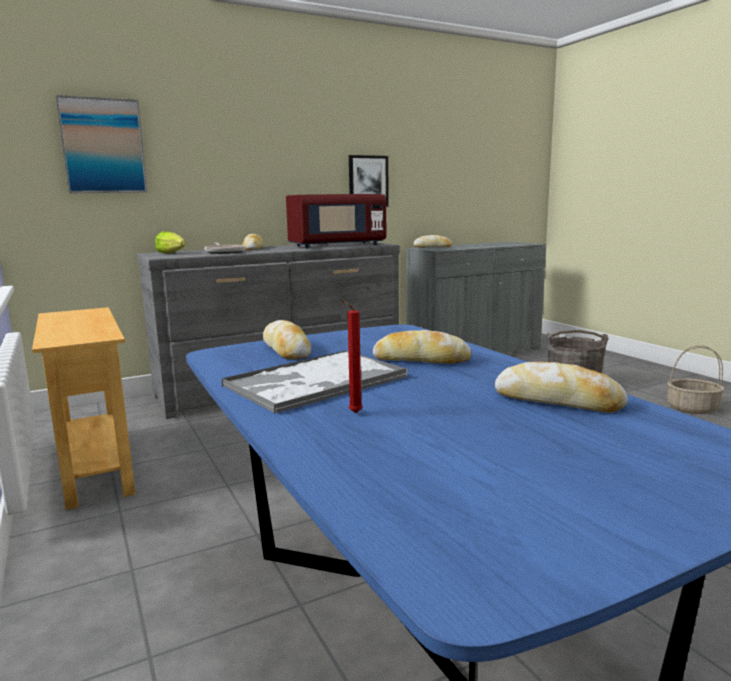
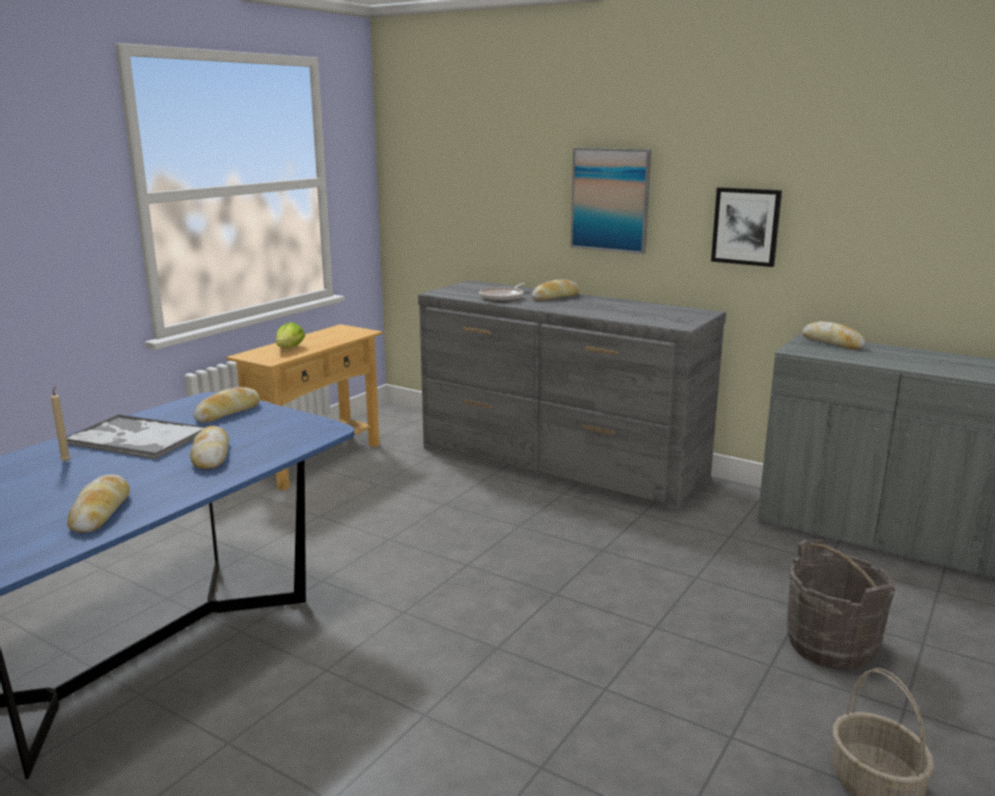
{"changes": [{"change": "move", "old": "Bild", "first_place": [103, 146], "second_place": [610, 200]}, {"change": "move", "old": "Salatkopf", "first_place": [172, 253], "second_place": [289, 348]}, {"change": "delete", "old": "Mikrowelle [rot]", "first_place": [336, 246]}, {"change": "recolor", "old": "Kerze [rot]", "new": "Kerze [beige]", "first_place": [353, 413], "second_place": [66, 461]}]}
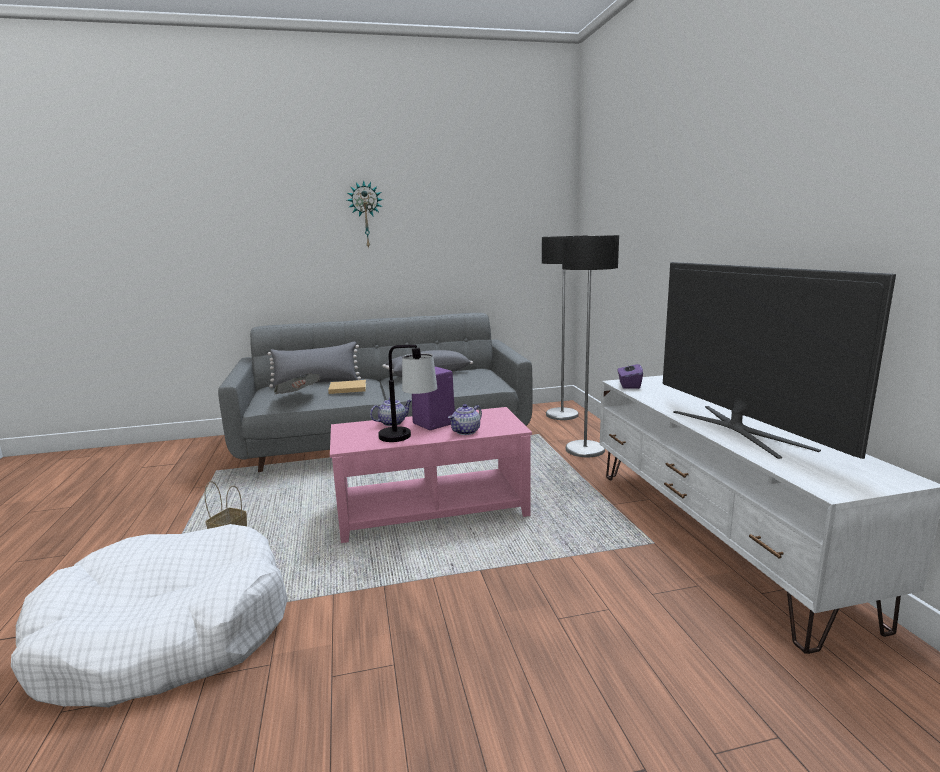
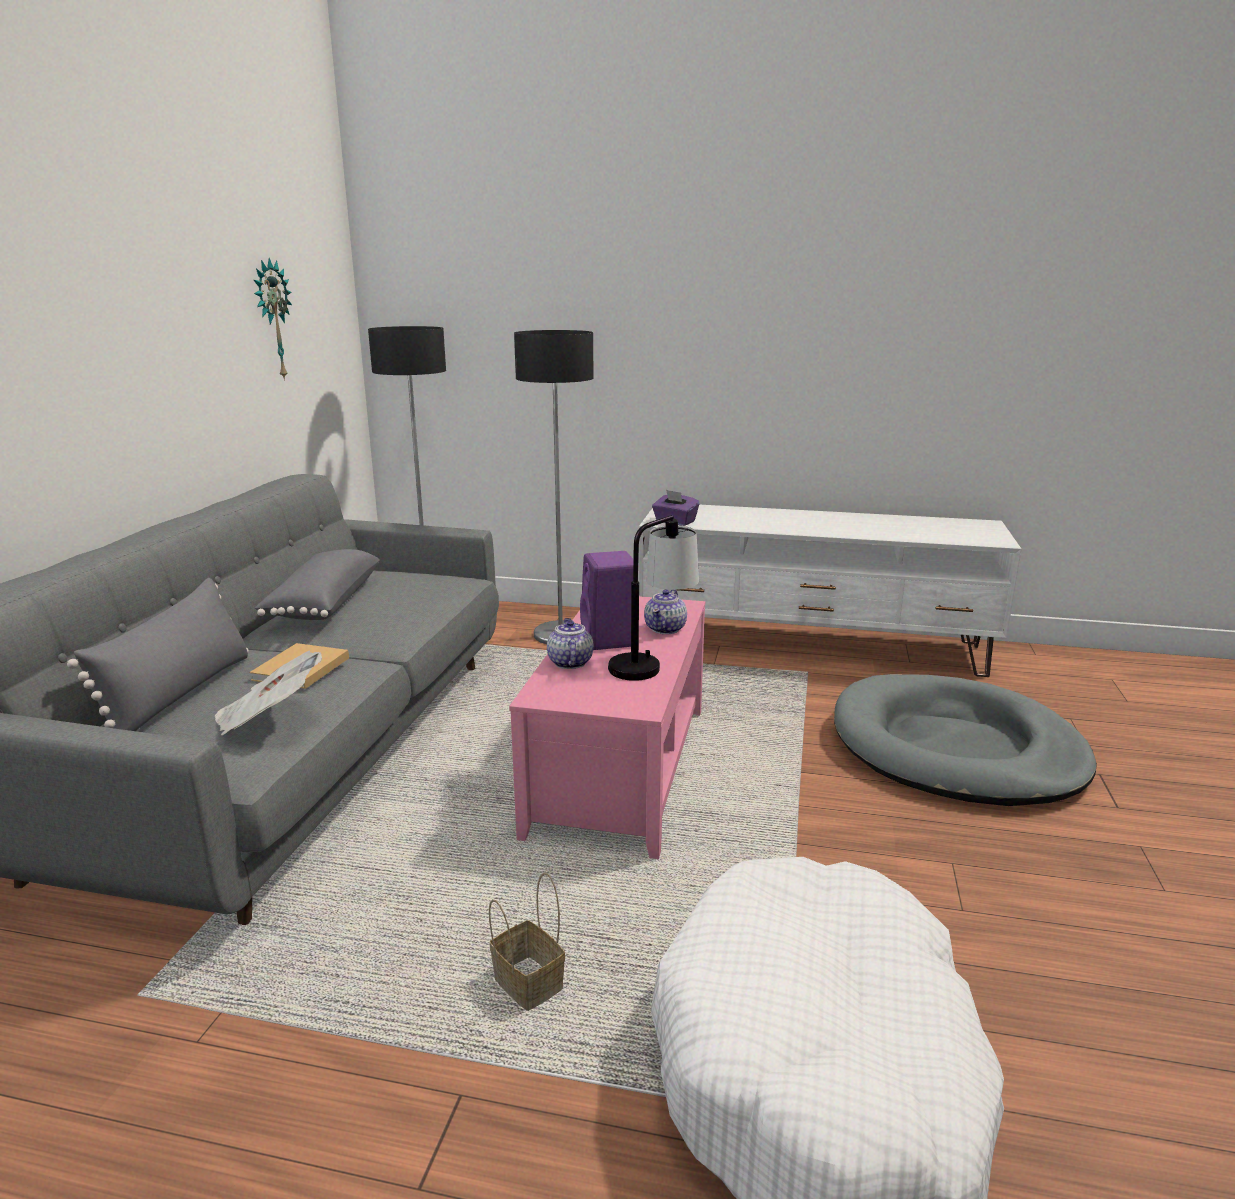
{"changes": [{"change": "move", "old": "Wanduhr", "first_place": [365, 215], "second_place": [272, 320]}, {"change": "rotate", "old": "Teekanne", "first_place": [466, 431], "second_place": [666, 629], "degrees": 45}, {"change": "delete", "old": "Fernseher", "first_place": [739, 429]}, {"change": "insert", "new": "Hundebett [grau]", "second_place": [955, 748]}]}
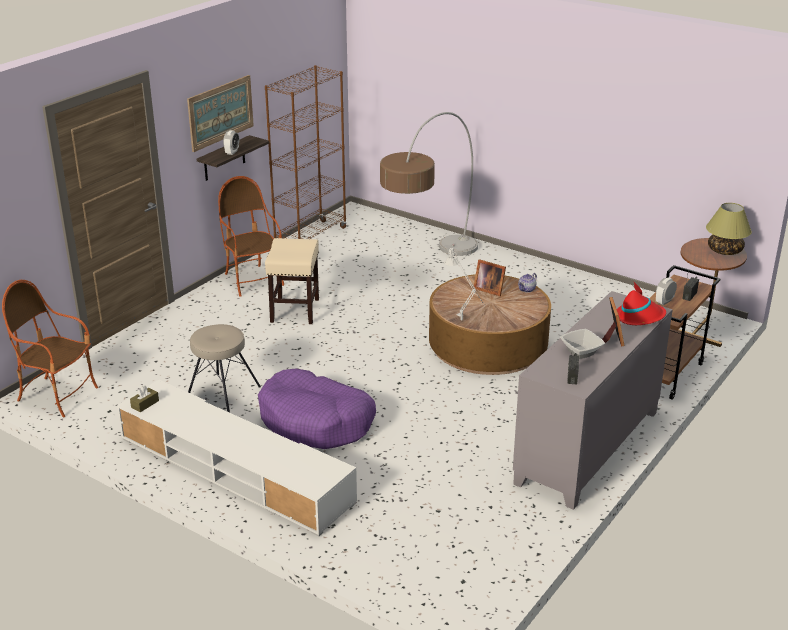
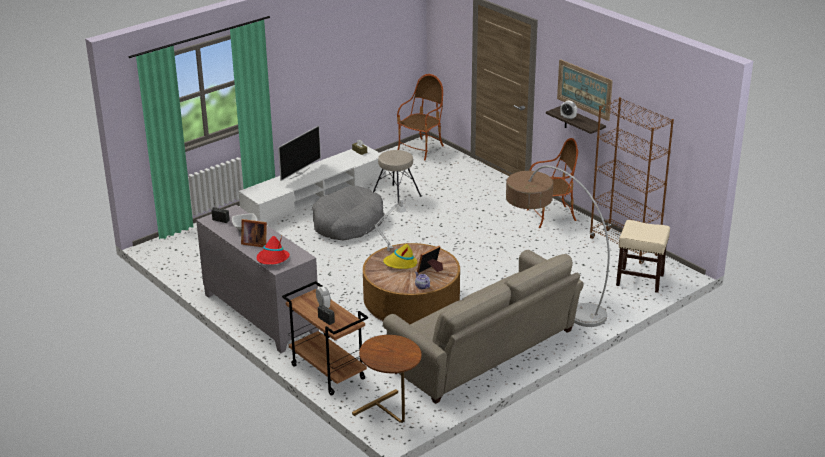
{"changes": [{"change": "recolor", "old": "Hundebett [lila]", "new": "Hundebett [grau]", "first_place": [316, 422], "second_place": [348, 223]}, {"change": "move", "old": "Hocker [beige]", "first_place": [295, 310], "second_place": [640, 280]}, {"change": "delete", "old": "Tischlampe", "first_place": [724, 251]}, {"change": "insert", "new": "Fernseher", "second_place": [299, 173]}, {"change": "insert", "new": "Hut [gelb]", "second_place": [400, 264]}, {"change": "insert", "new": "Sofa [beige]", "second_place": [486, 353]}]}
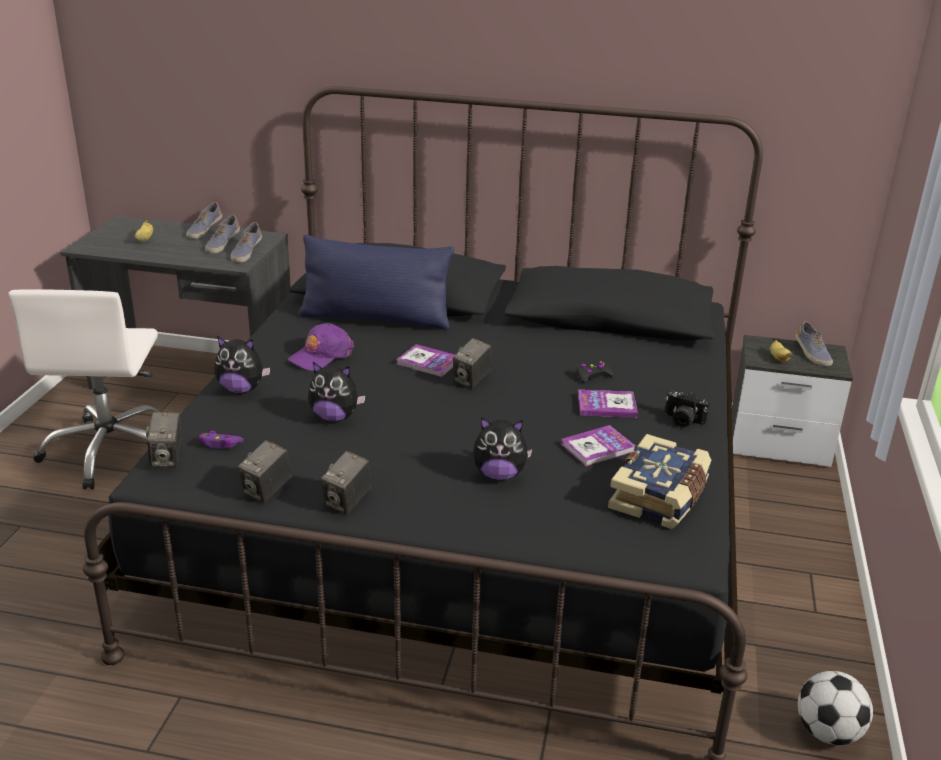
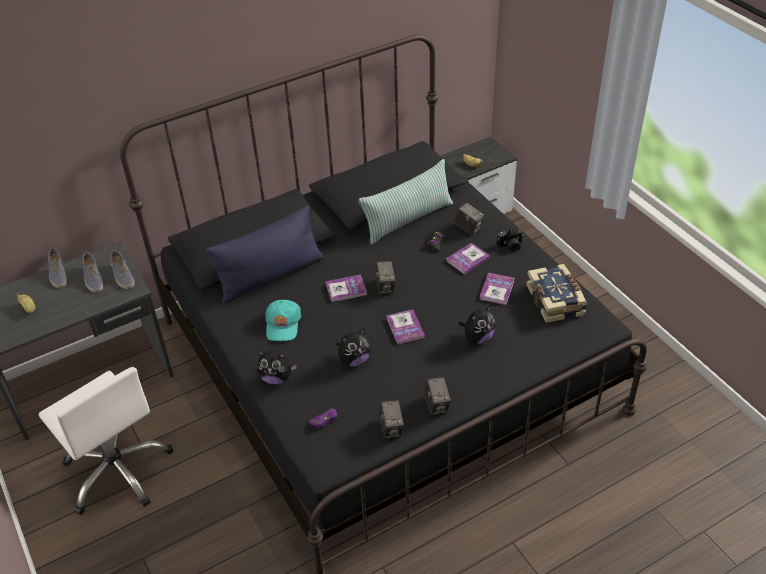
{"changes": [{"change": "move", "old": "Kamera", "first_place": [167, 458], "second_place": [468, 228]}, {"change": "rotate", "old": "Plüschtier", "first_place": [241, 389], "second_place": [277, 378], "degrees": 45}, {"change": "recolor", "old": "Kappe [lila]", "new": "Kappe [türkis]", "first_place": [321, 356], "second_place": [283, 324]}, {"change": "delete", "old": "Schuh", "first_place": [811, 354]}, {"change": "delete", "old": "Fußball", "first_place": [828, 732]}, {"change": "insert", "new": "Kissen", "second_place": [408, 220]}, {"change": "insert", "new": "Buch", "second_place": [405, 328]}]}
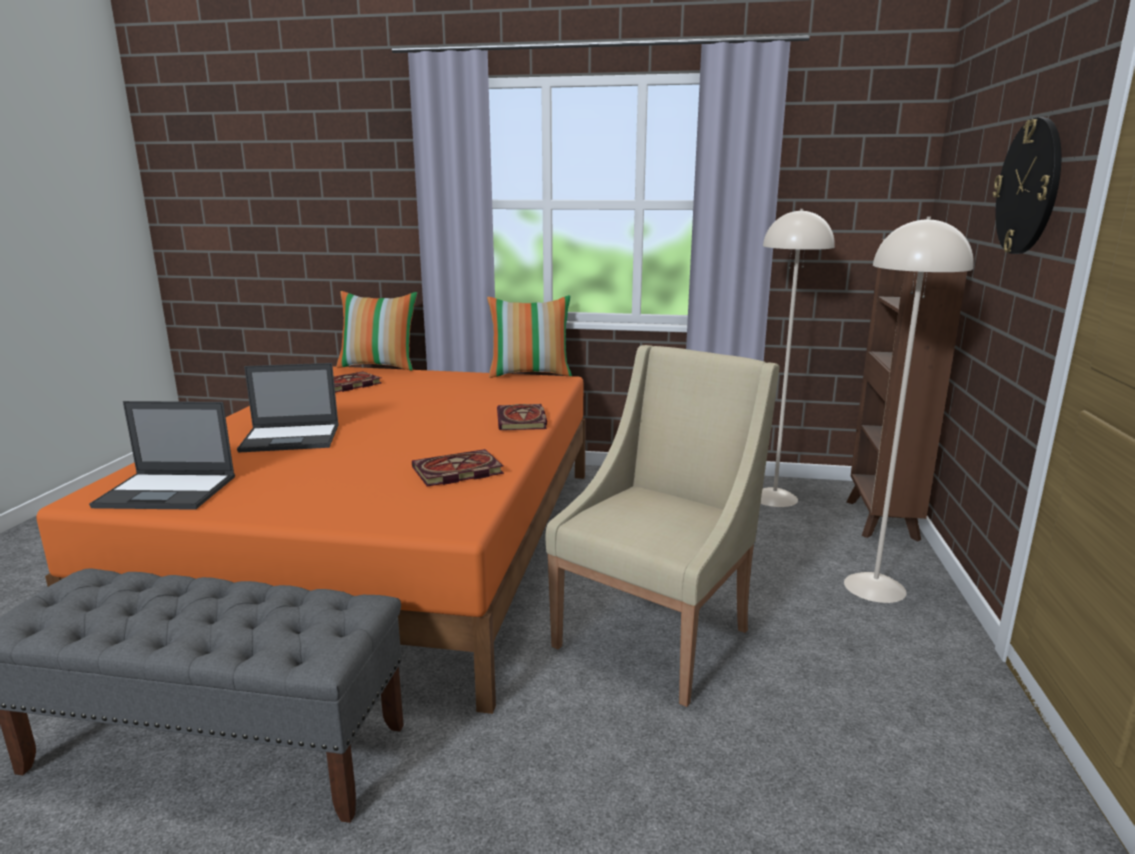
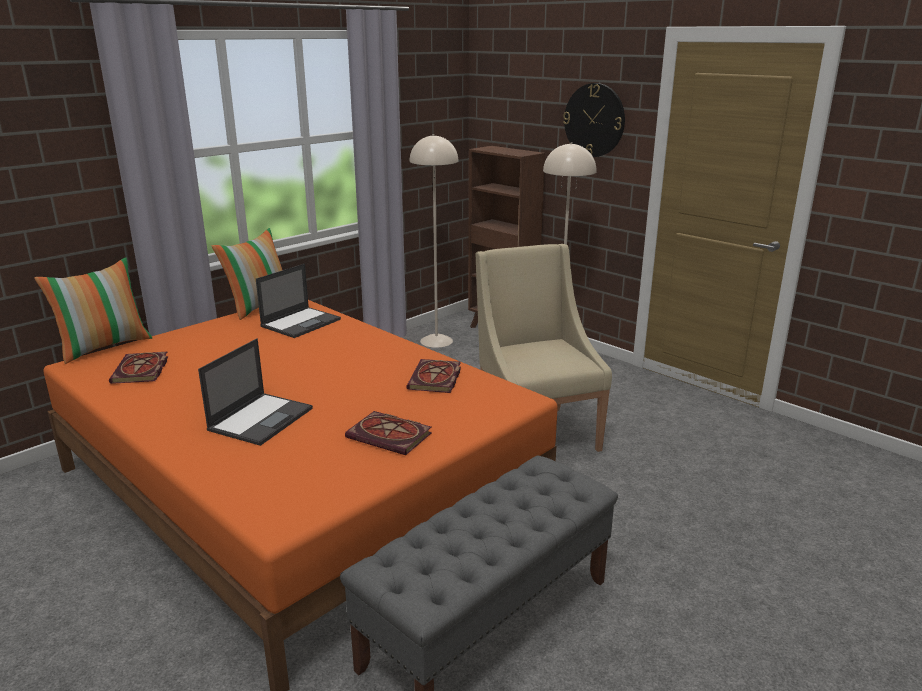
{"changes": [{"change": "move", "old": "Laptop", "first_place": [168, 491], "second_place": [301, 322]}, {"change": "move", "old": "Buch", "first_place": [522, 421], "second_place": [391, 436]}]}
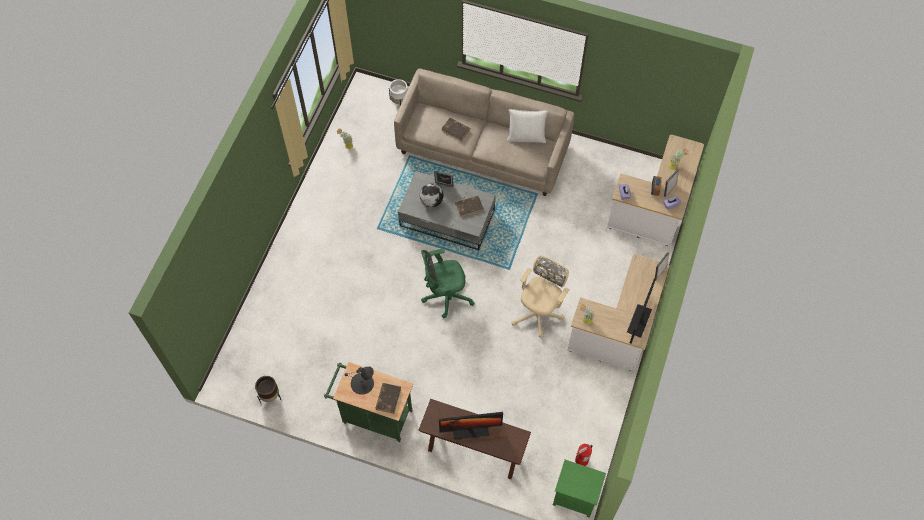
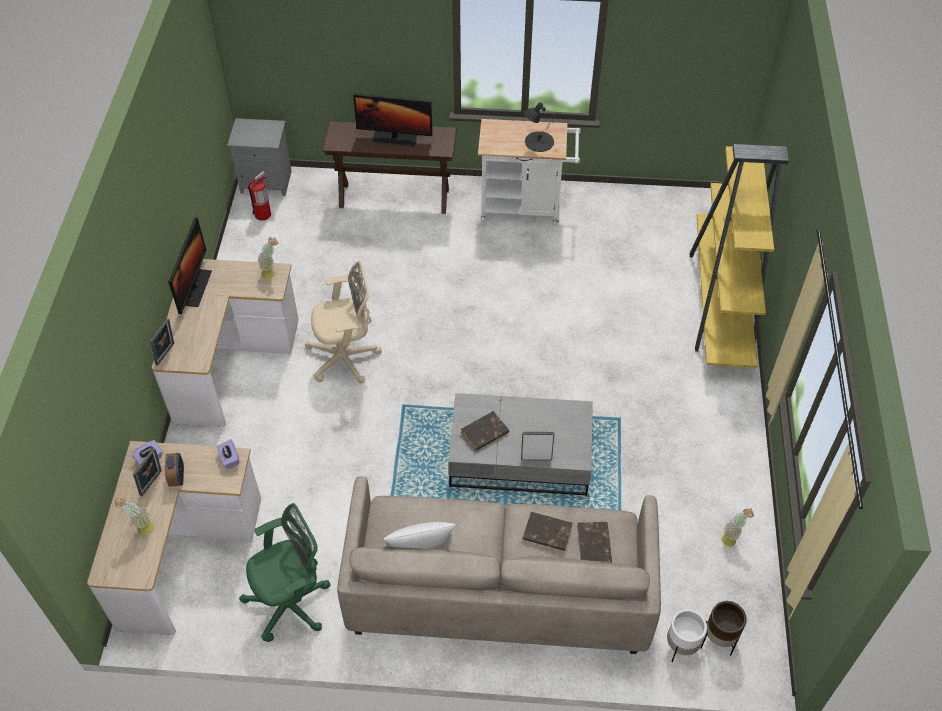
{"changes": [{"change": "move", "old": "Pflanzkübel [braun]", "first_place": [270, 396], "second_place": [720, 638]}, {"change": "recolor", "old": "Rollwagen [grün]", "new": "Rollwagen [weiß]", "first_place": [373, 415], "second_place": [526, 207]}, {"change": "move", "old": "Buch [braun]", "first_place": [388, 398], "second_place": [594, 545]}, {"change": "delete", "old": "Globus", "first_place": [431, 201]}, {"change": "move", "old": "Bürostuhl [grün]", "first_place": [445, 296], "second_place": [292, 603]}, {"change": "rotate", "old": "Monitor", "first_place": [470, 430], "second_place": [394, 138], "degrees": -150}, {"change": "rotate", "old": "Bürostuhl [beige]", "first_place": [539, 312], "second_place": [346, 358], "degrees": -120}, {"change": "recolor", "old": "Nachttisch [grün]", "new": "Nachttisch [grau]", "first_place": [574, 497], "second_place": [267, 181]}, {"change": "insert", "new": "Bücherregal [gelb]", "second_place": [721, 304]}]}
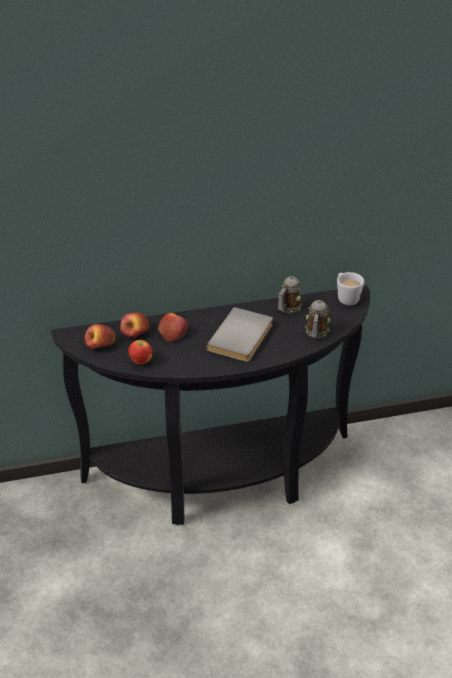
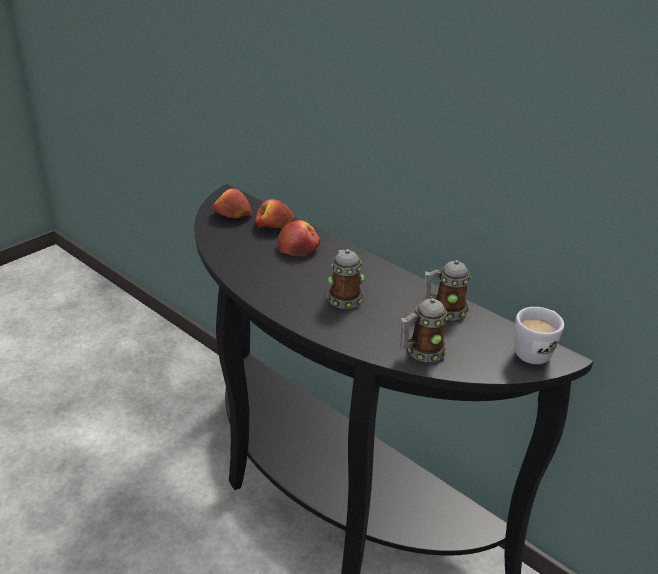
{"changes": [{"change": "delete", "old": "Apfel", "first_place": [141, 362]}, {"change": "replace", "old": "Buch [grau]", "new": "Henkelbecher", "first_place": [243, 337], "second_place": [344, 297]}]}
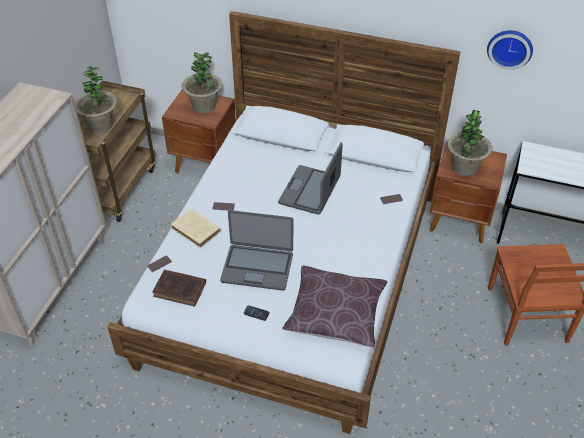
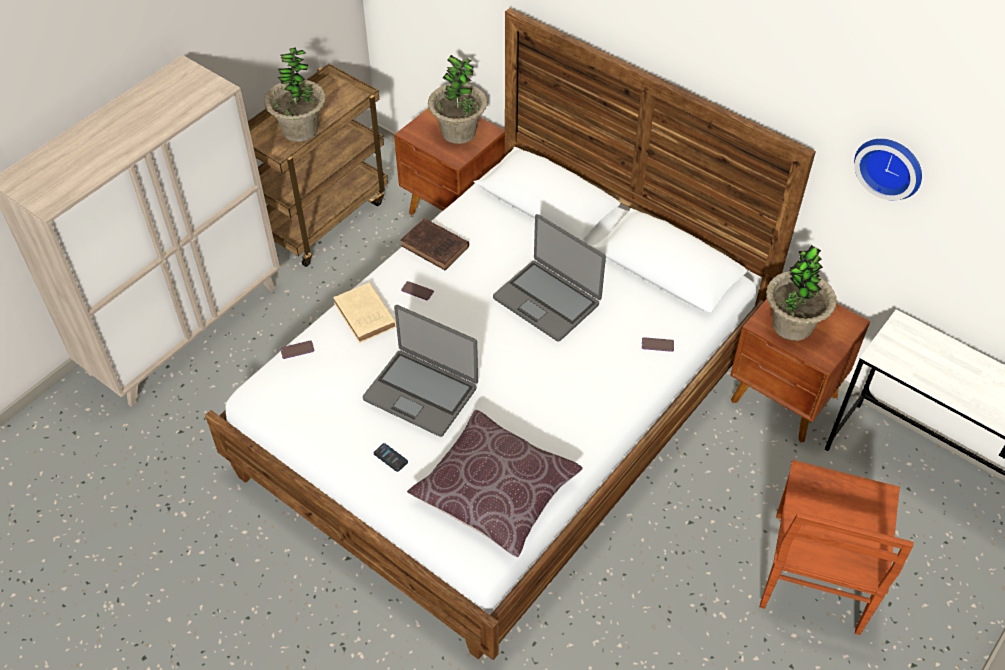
{"changes": [{"change": "move", "old": "Buch [braun]", "first_place": [181, 290], "second_place": [436, 247]}, {"change": "rotate", "old": "Laptop", "first_place": [310, 191], "second_place": [547, 300], "degrees": -90}]}
